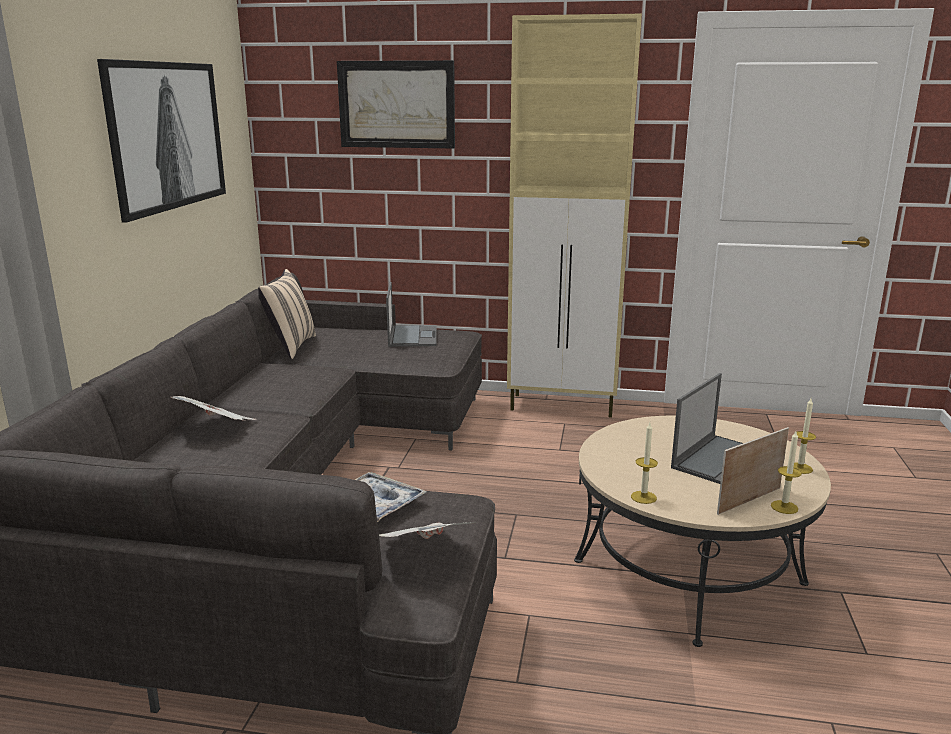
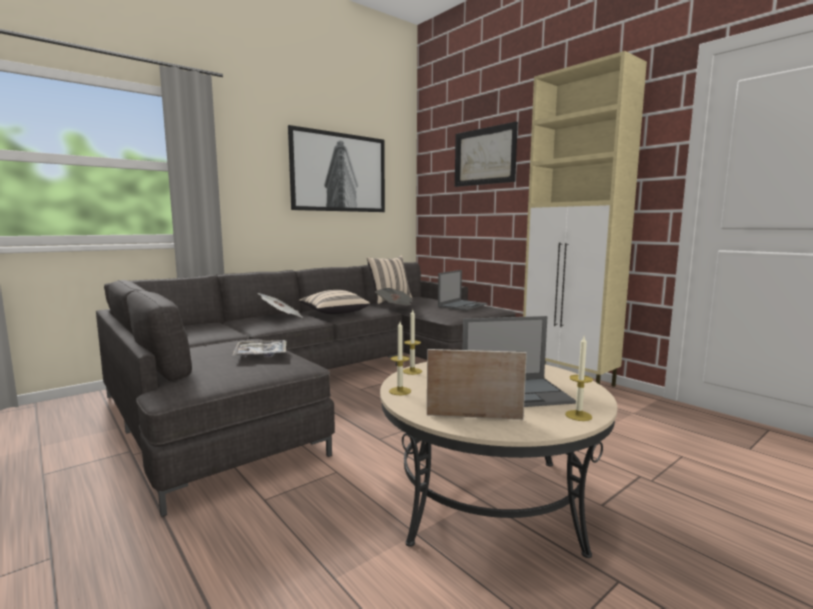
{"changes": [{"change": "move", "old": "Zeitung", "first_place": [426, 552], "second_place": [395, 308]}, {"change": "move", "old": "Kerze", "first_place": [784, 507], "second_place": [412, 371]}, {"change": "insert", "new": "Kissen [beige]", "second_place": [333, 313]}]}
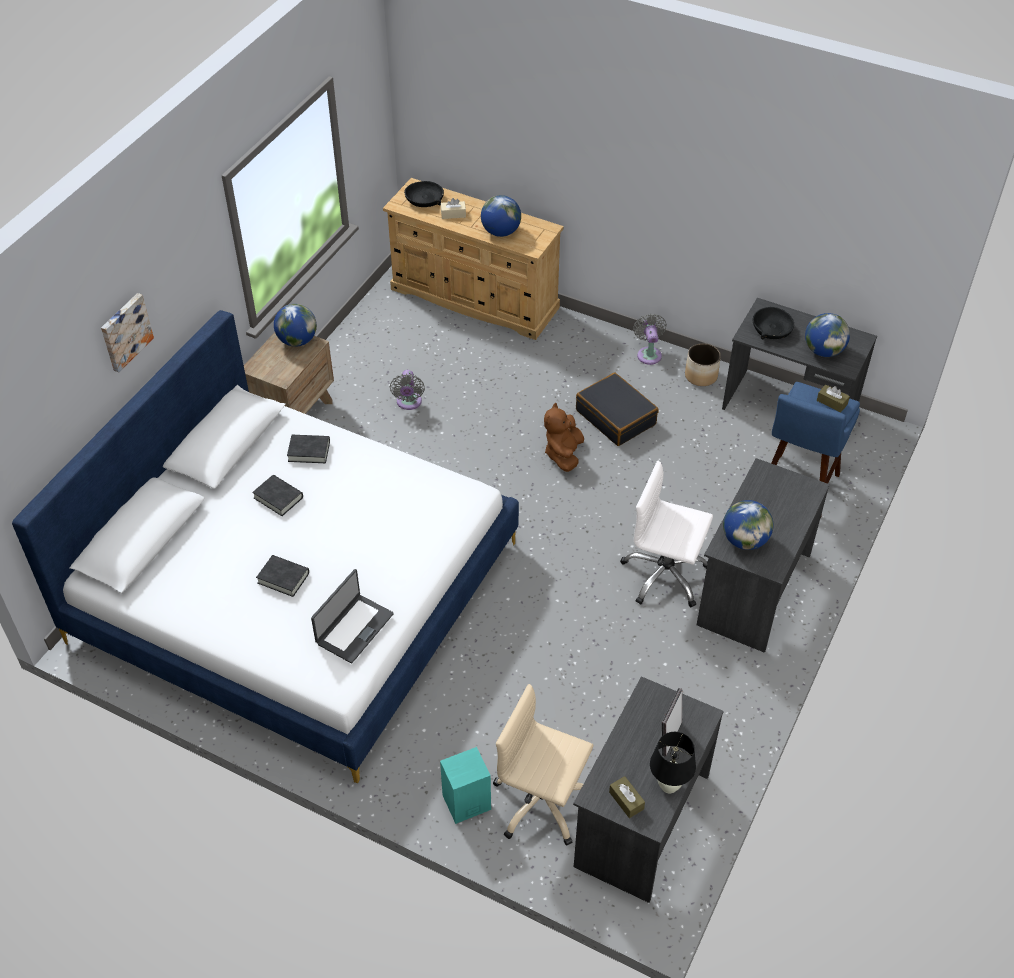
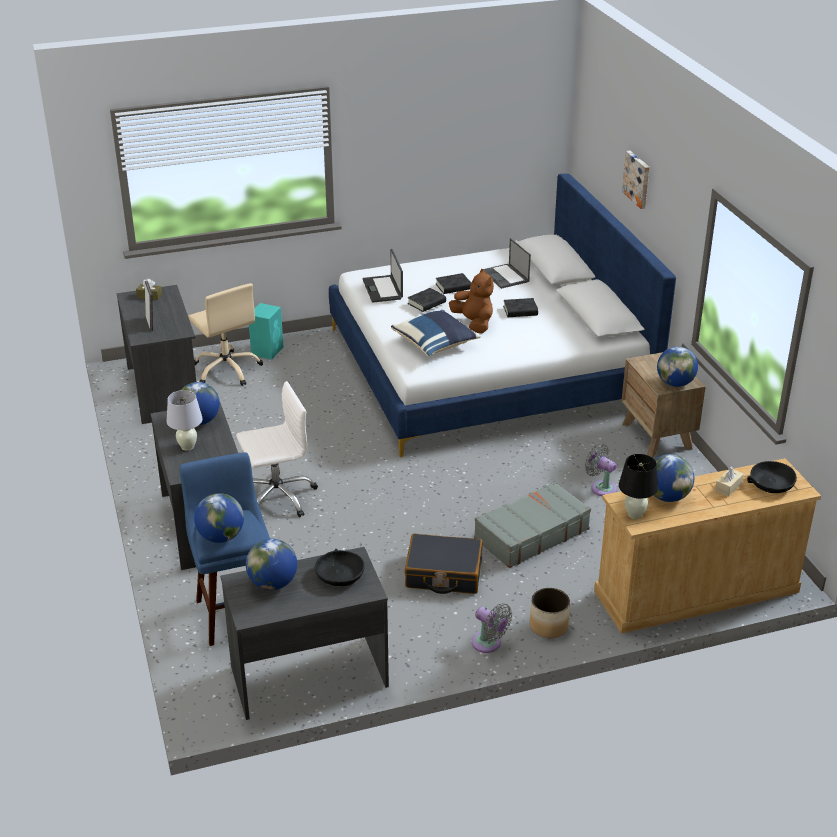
{"changes": [{"change": "move", "old": "Buch [schwarz]", "first_place": [309, 451], "second_place": [426, 303]}, {"change": "rotate", "old": "Bürostuhl [beige]", "first_place": [541, 802], "second_place": [227, 369], "degrees": 75}, {"change": "move", "old": "Plüschtier [braun]", "first_place": [563, 454], "second_place": [474, 323]}, {"change": "move", "old": "Tischlampe [schwarz]", "first_place": [668, 786], "second_place": [635, 514]}, {"change": "move", "old": "Pflanzkübel", "first_place": [701, 376], "second_place": [548, 626]}, {"change": "replace", "old": "Taschentuchbox [braun]", "new": "Globus", "first_place": [832, 402], "second_place": [221, 537]}, {"change": "insert", "new": "Tischlampe [weiß]", "second_place": [187, 446]}, {"change": "insert", "new": "Kissen [blau]", "second_place": [435, 344]}, {"change": "insert", "new": "Koffer [grau]", "second_place": [531, 534]}, {"change": "insert", "new": "Laptop", "second_place": [505, 276]}]}
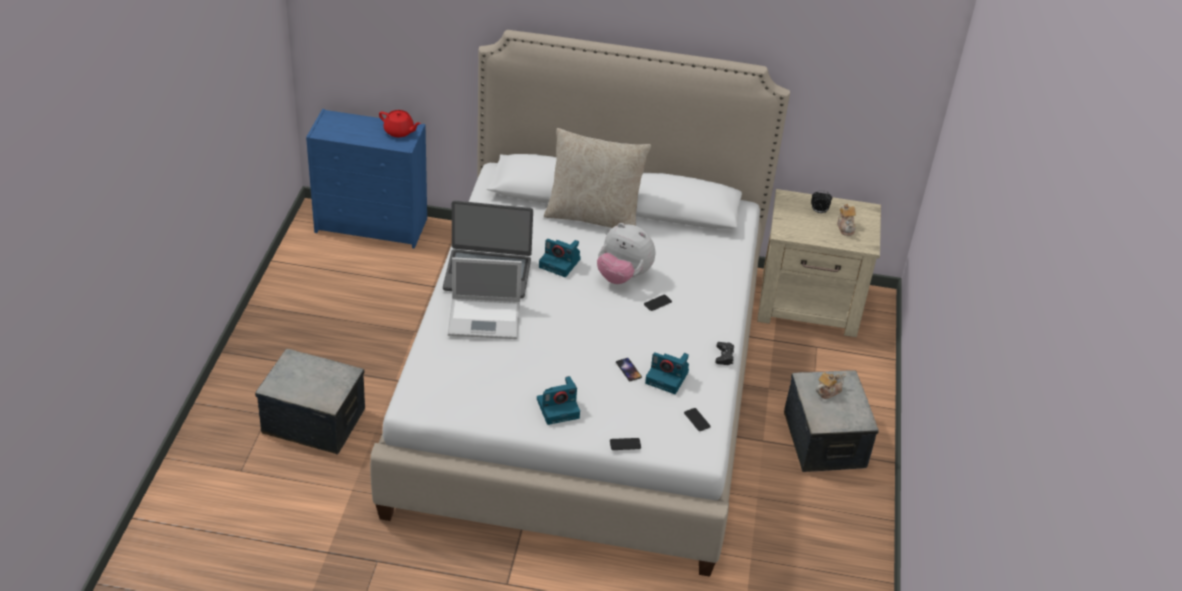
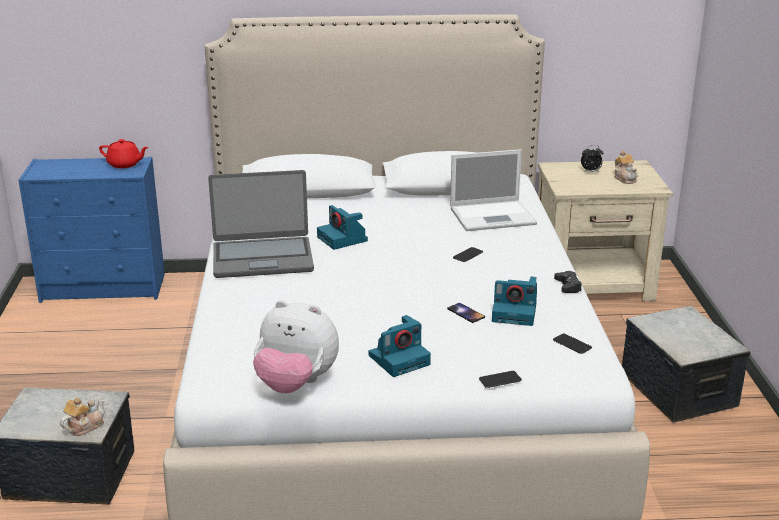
{"changes": [{"change": "move", "old": "Laptop", "first_place": [486, 318], "second_place": [494, 216]}, {"change": "rotate", "old": "Kamera", "first_place": [560, 263], "second_place": [343, 239], "degrees": 45}, {"change": "delete", "old": "Kissen [beige]", "first_place": [593, 216]}, {"change": "move", "old": "Plüschtier", "first_place": [623, 276], "second_place": [296, 384]}, {"change": "move", "old": "Teekanne", "first_place": [828, 391], "second_place": [84, 426]}]}
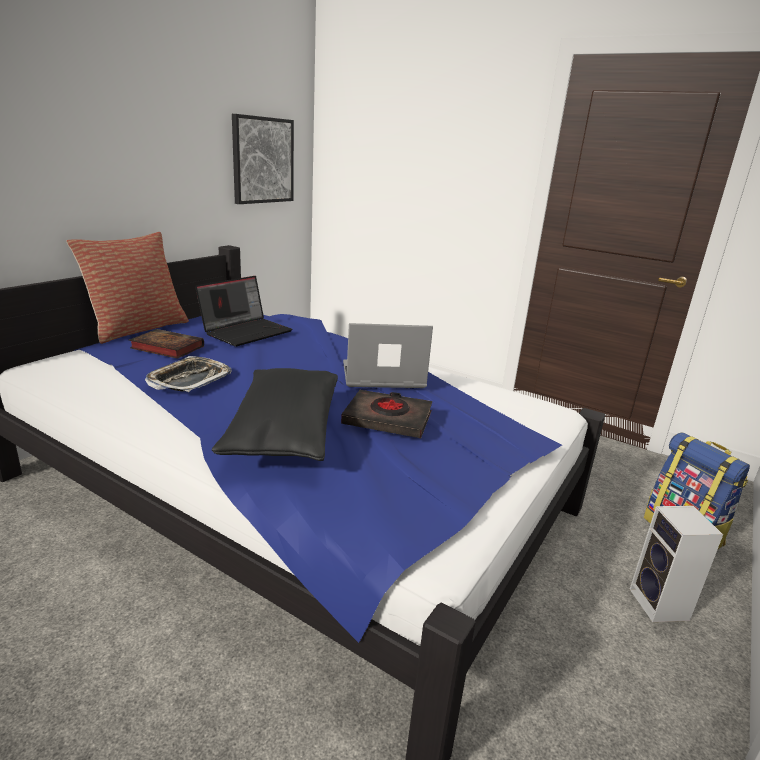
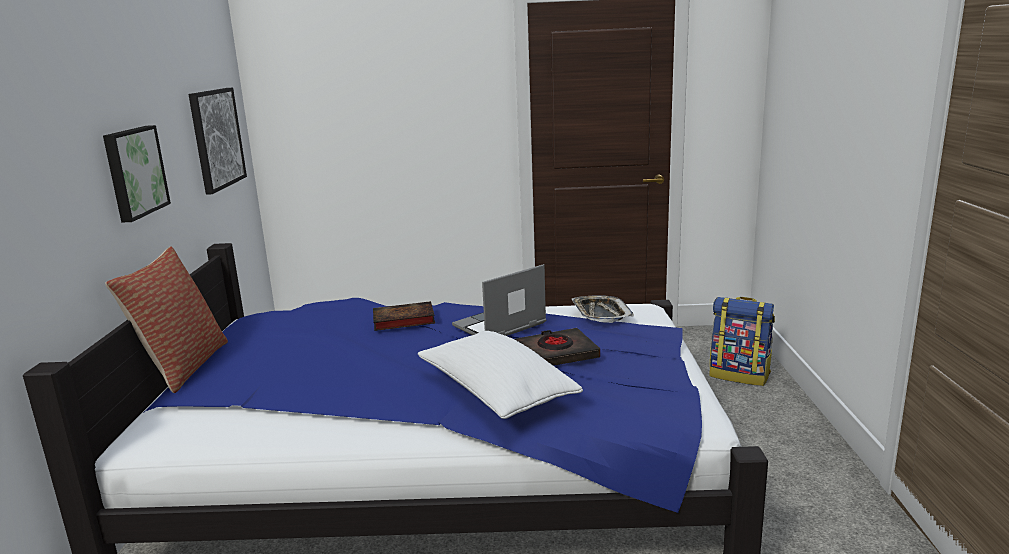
{"changes": [{"change": "move", "old": "Buch", "first_place": [165, 347], "second_place": [402, 320]}, {"change": "move", "old": "Tablett", "first_place": [189, 380], "second_place": [601, 314]}, {"change": "delete", "old": "Laptop", "first_place": [246, 331]}, {"change": "recolor", "old": "Kissen [schwarz]", "new": "Kissen [weiß]", "first_place": [284, 432], "second_place": [496, 393]}, {"change": "delete", "old": "Lautsprecher", "first_place": [661, 606]}, {"change": "insert", "new": "Bild", "second_place": [134, 172]}]}
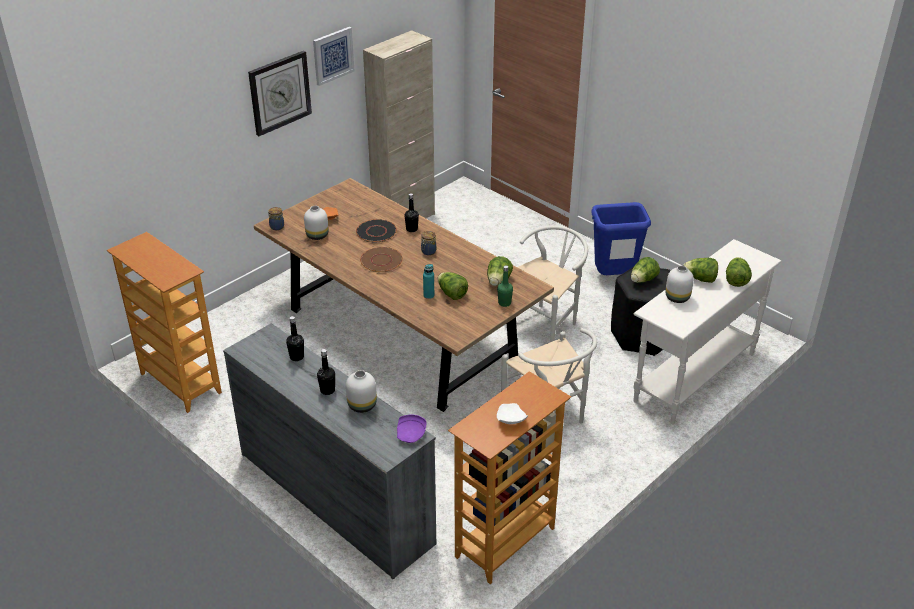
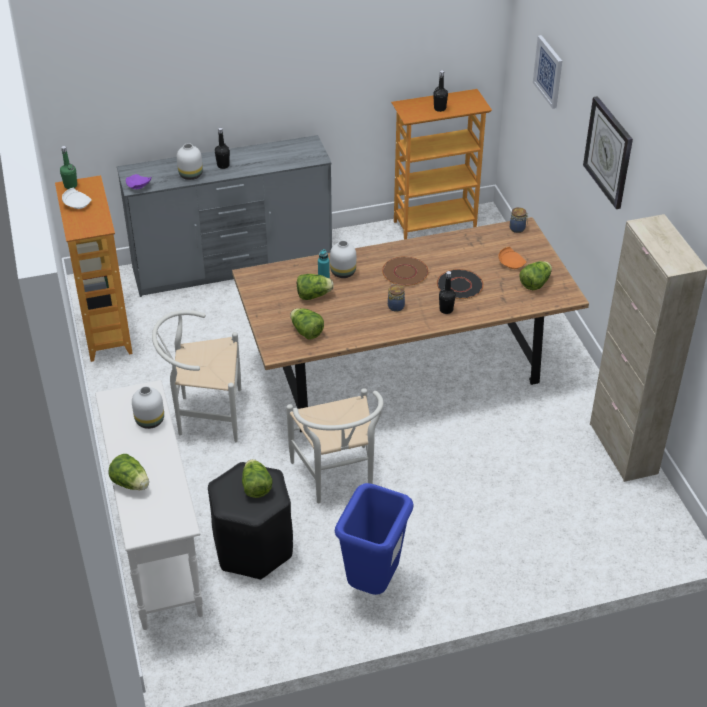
{"changes": [{"change": "move", "old": "Flasche [schwarz]", "first_place": [297, 357], "second_place": [439, 108]}, {"change": "move", "old": "Vase [weiß]", "first_place": [316, 236], "second_place": [343, 272]}, {"change": "move", "old": "Bild", "first_place": [333, 55], "second_place": [549, 71]}, {"change": "move", "old": "Flasche [grün]", "first_place": [504, 303], "second_place": [70, 186]}, {"change": "move", "old": "Salatkopf", "first_place": [700, 279], "second_place": [535, 283]}]}
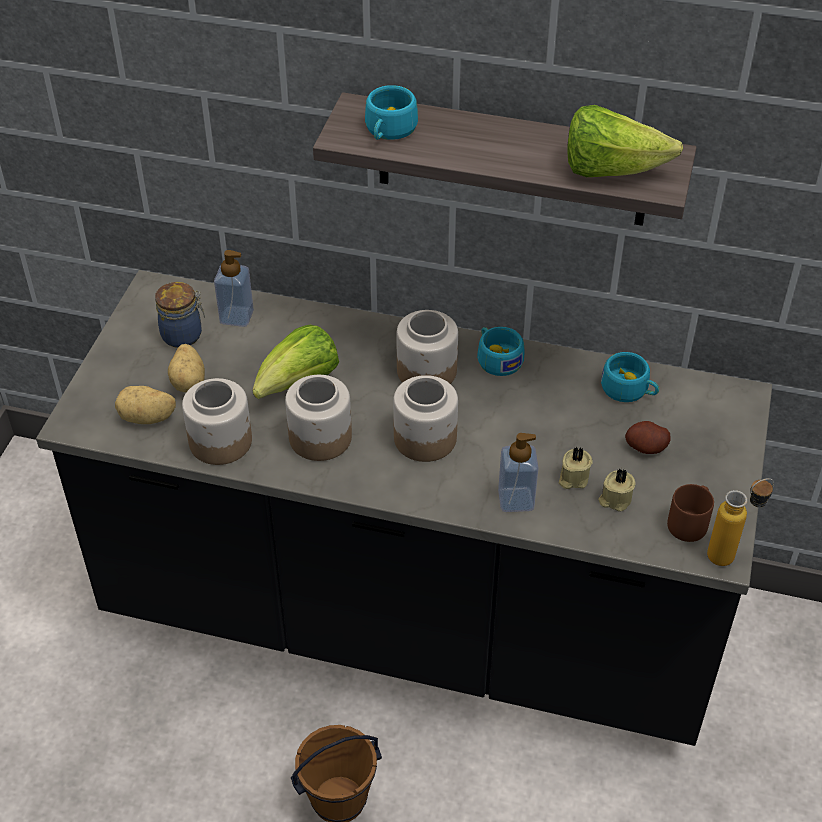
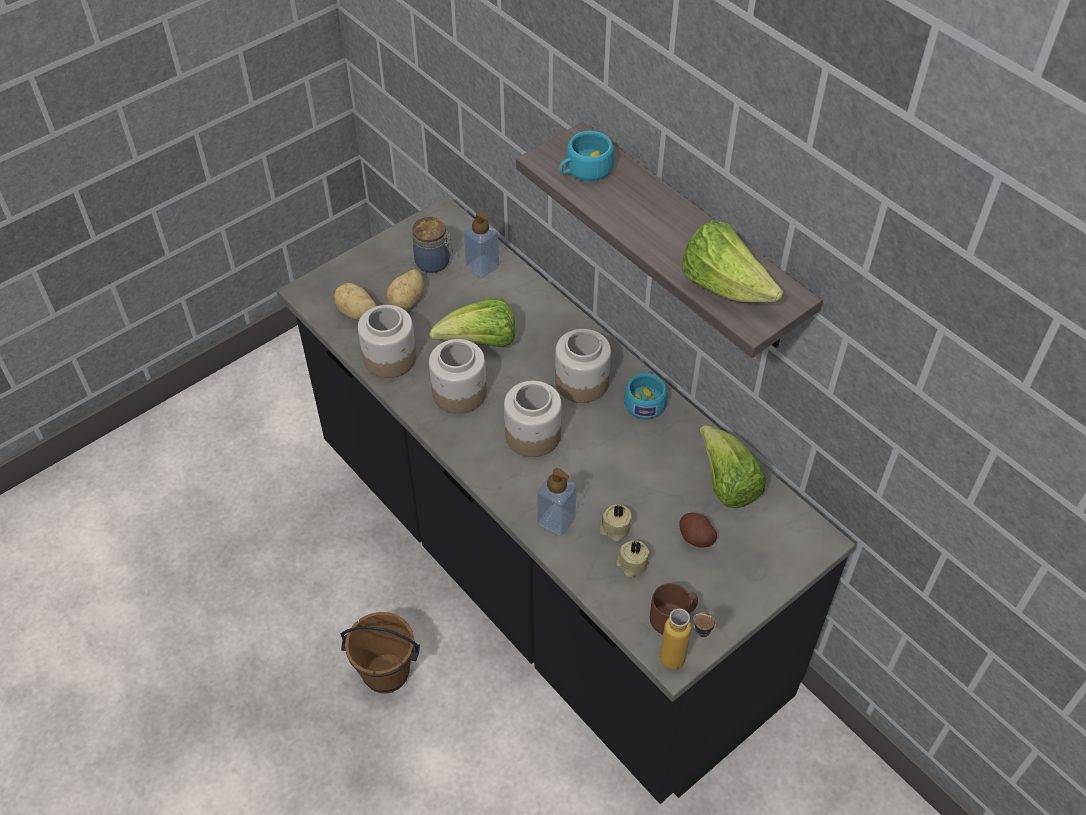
{"changes": [{"change": "replace", "old": "Tasse [türkis]", "new": "Salatkopf", "first_place": [629, 390], "second_place": [727, 483]}]}
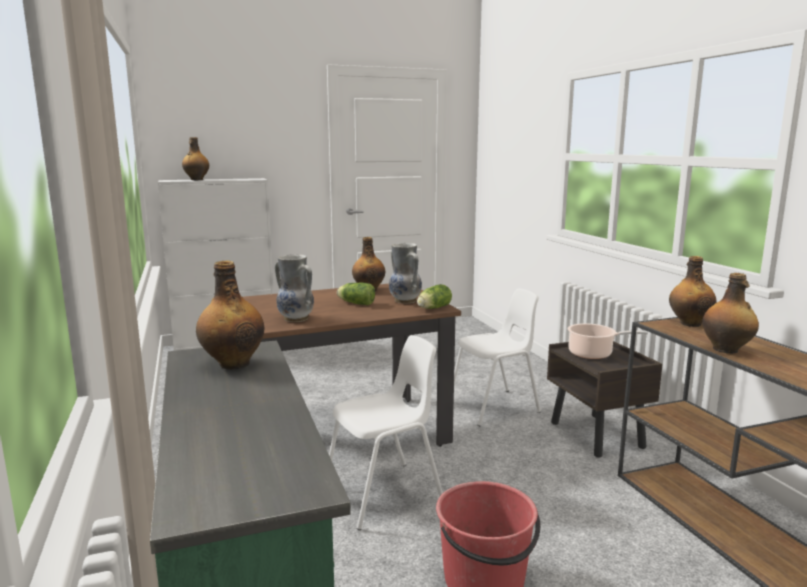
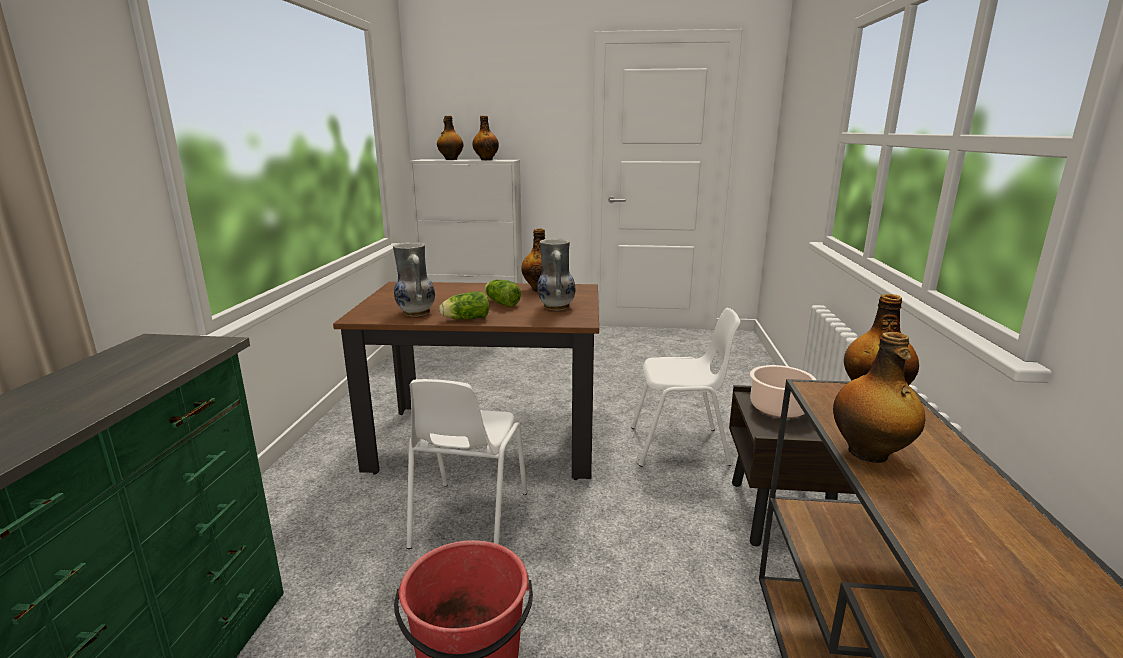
{"changes": [{"change": "move", "old": "Flasche", "first_place": [233, 364], "second_place": [486, 160]}, {"change": "rotate", "old": "Stuhl [weiß]", "first_place": [384, 494], "second_place": [468, 520], "degrees": 105}, {"change": "move", "old": "Salatkopf", "first_place": [432, 308], "second_place": [464, 319]}]}
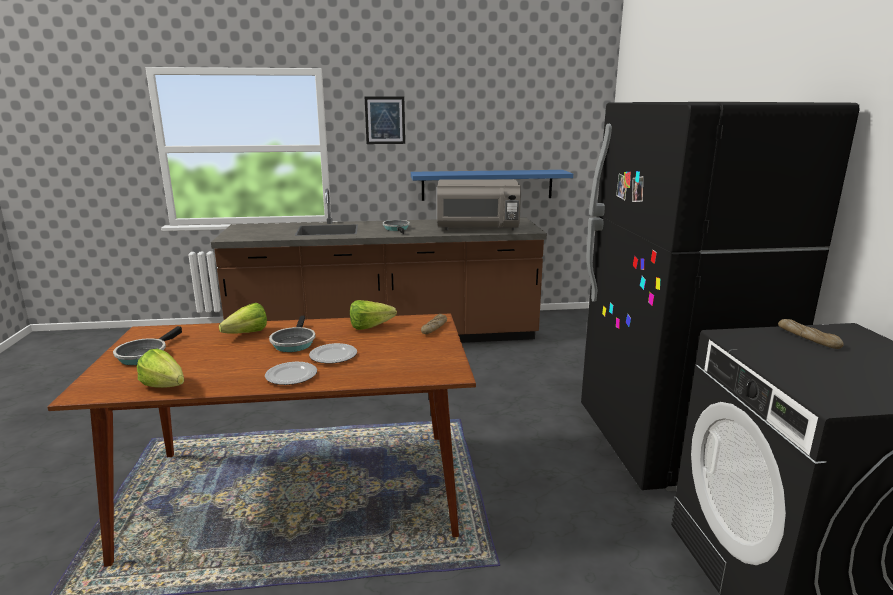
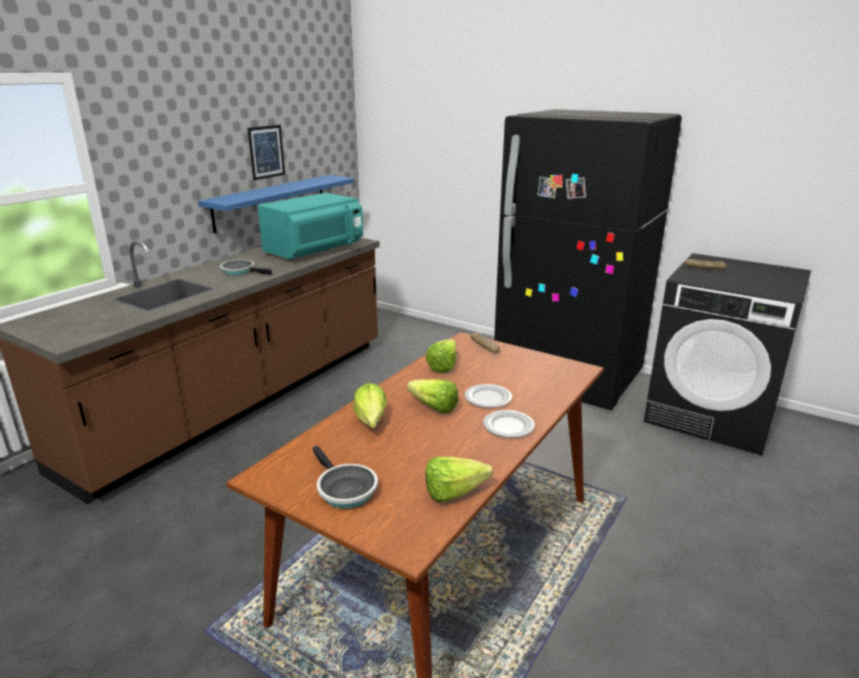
{"changes": [{"change": "replace", "old": "Pfanne", "new": "Salatkopf", "first_place": [293, 343], "second_place": [431, 406]}, {"change": "move", "old": "Bild", "first_place": [385, 120], "second_place": [266, 152]}, {"change": "recolor", "old": "Mikrowelle [grau]", "new": "Mikrowelle [türkis]", "first_place": [477, 228], "second_place": [314, 251]}]}
